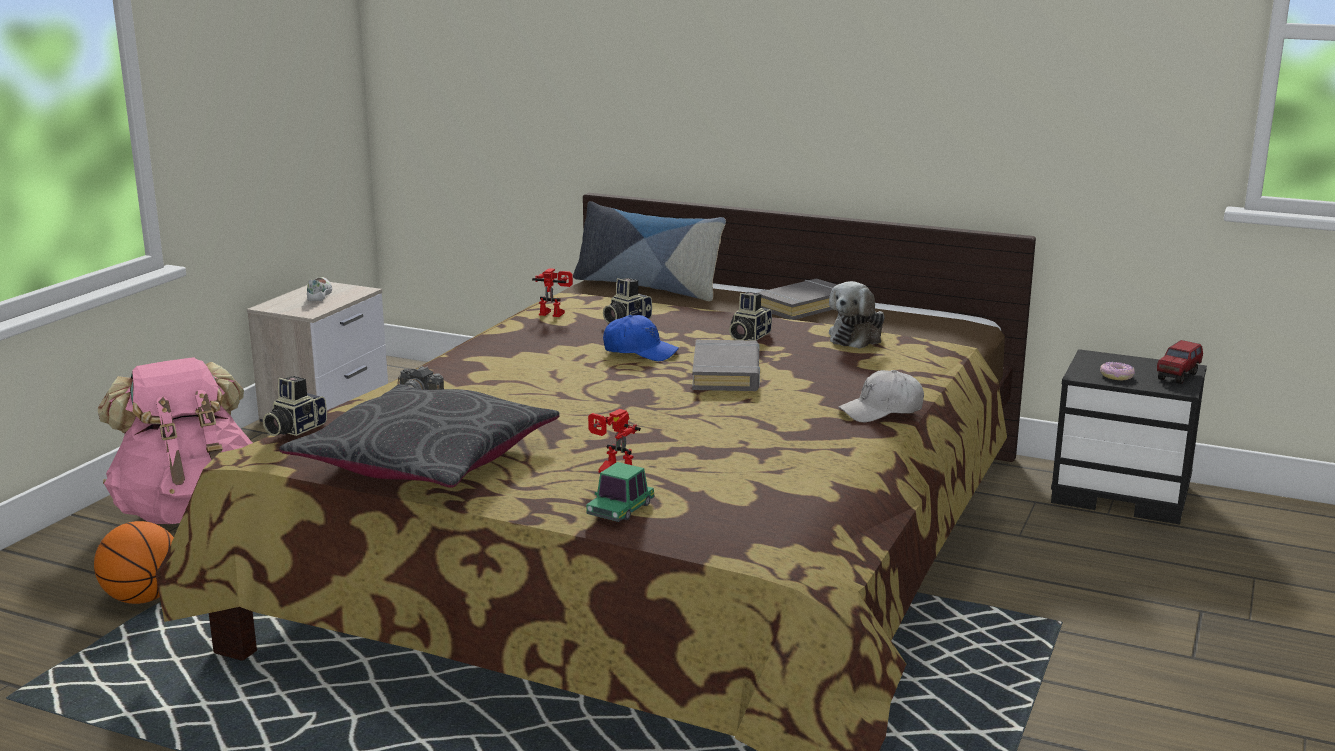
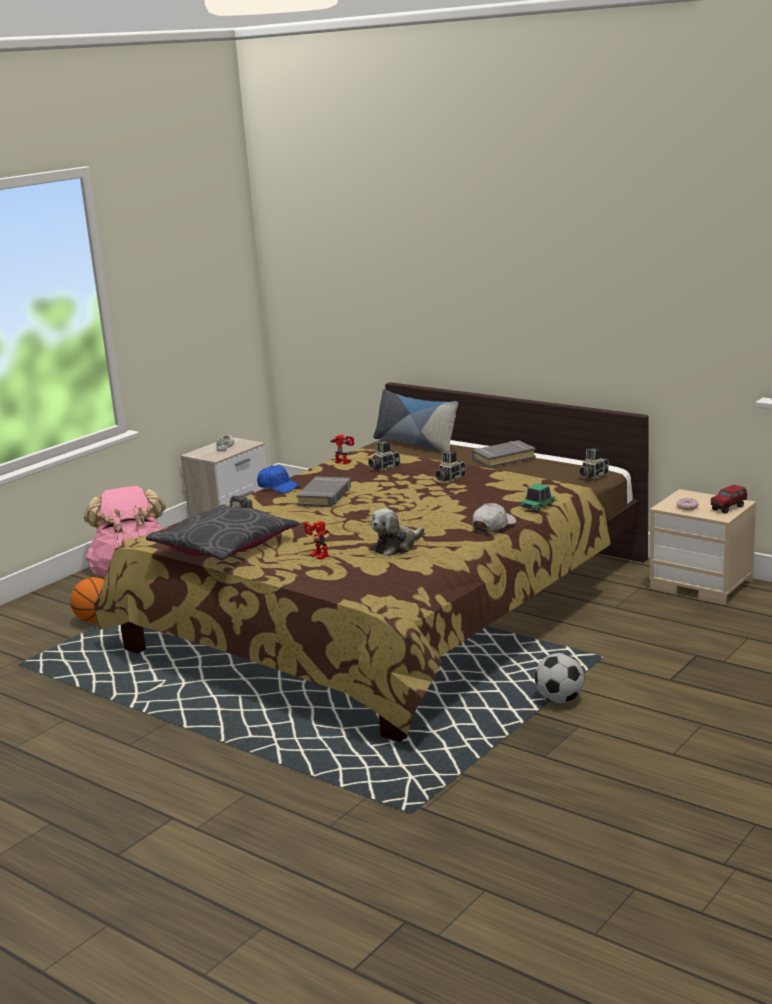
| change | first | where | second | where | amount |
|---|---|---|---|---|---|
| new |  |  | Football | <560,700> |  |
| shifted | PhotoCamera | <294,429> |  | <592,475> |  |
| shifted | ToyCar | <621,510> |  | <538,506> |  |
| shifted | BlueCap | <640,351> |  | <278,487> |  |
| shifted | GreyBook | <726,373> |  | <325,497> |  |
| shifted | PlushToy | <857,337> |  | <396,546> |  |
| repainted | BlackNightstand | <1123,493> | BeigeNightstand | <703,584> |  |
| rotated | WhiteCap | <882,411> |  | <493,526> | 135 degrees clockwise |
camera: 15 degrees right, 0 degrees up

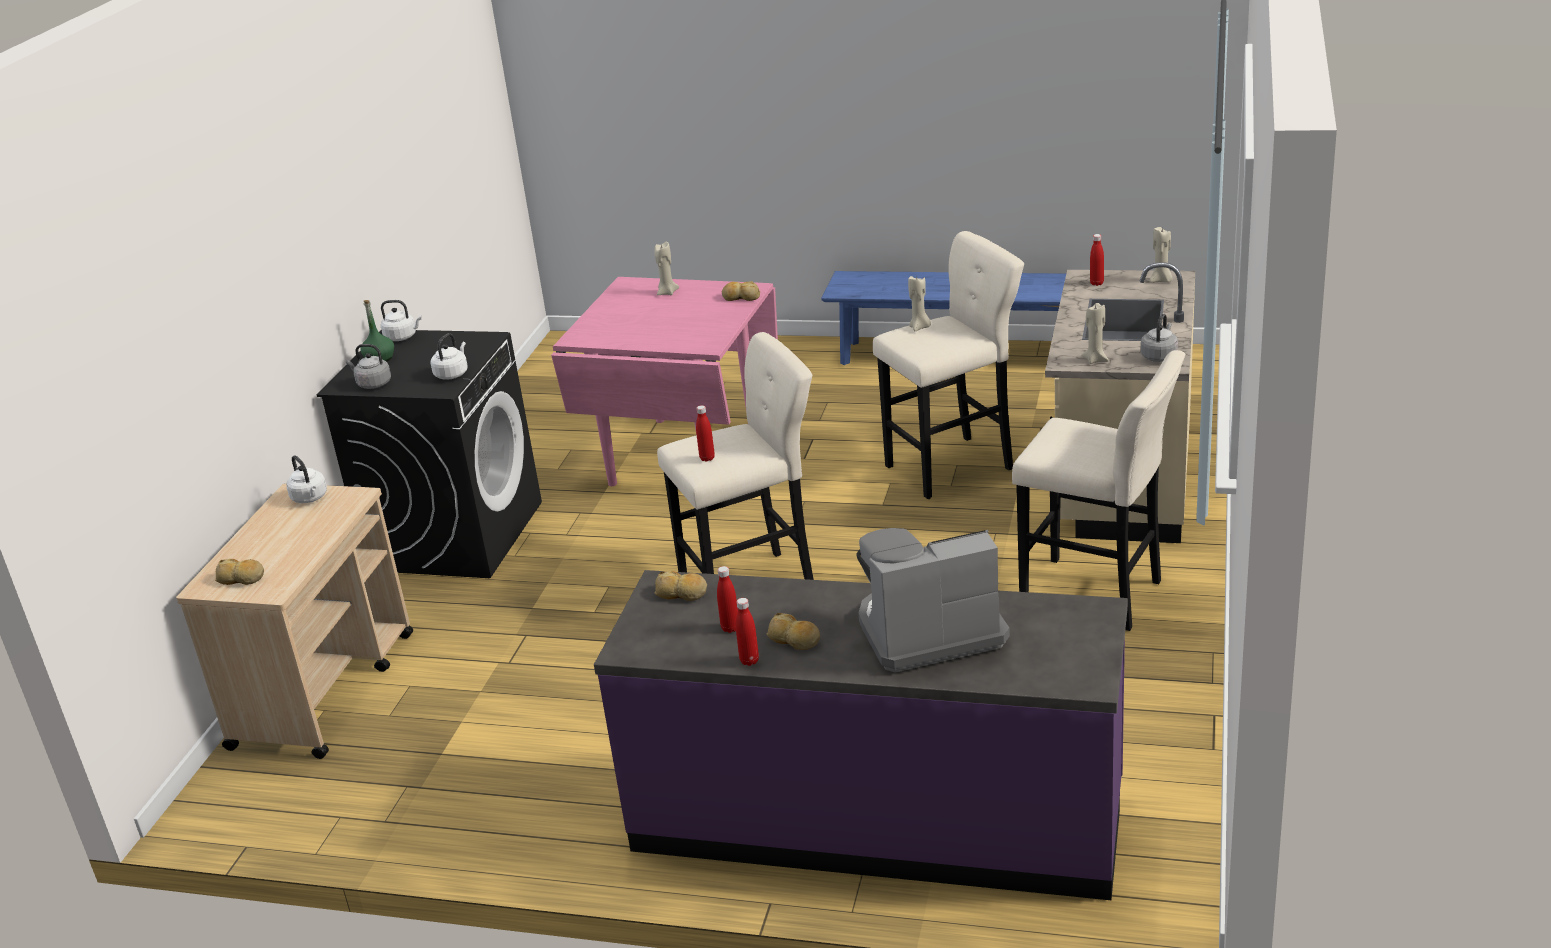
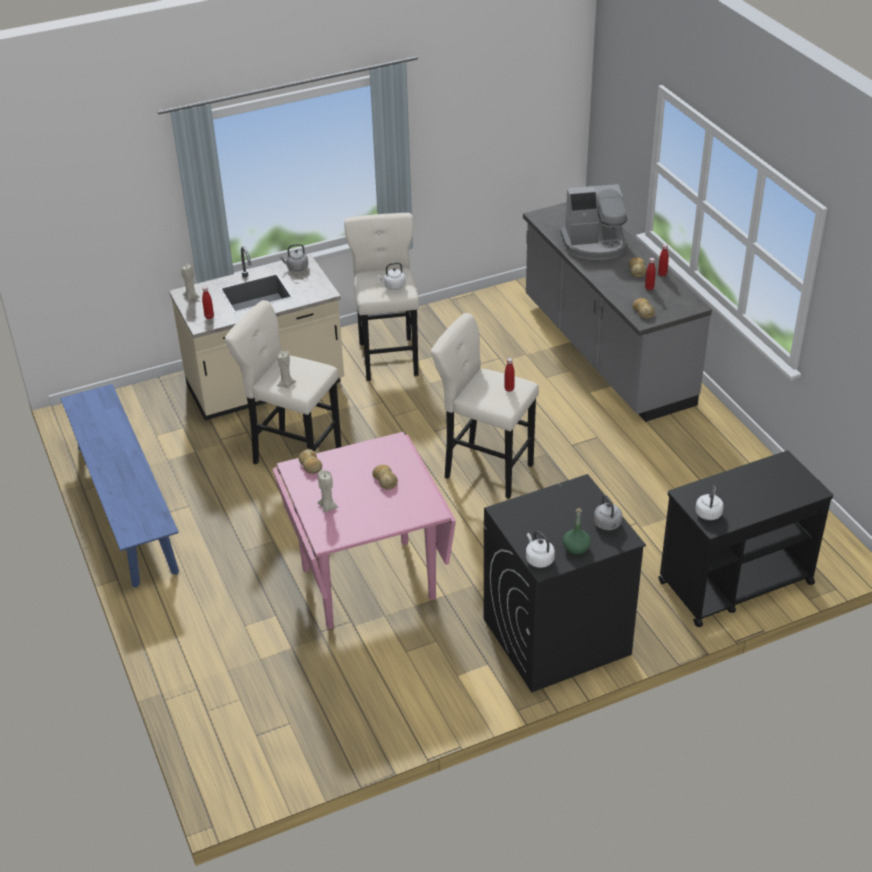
| change | first | where | second | where | amount |
|---|---|---|---|---|---|
| gone | BeigeCandle | <1095,360> |  |  |  |
| shifted | Bread | <241,578> |  | <385,480> |  |
| shifted | WhiteKettle | <452,374> |  | <393,286> |  |
| repainted | BeigeCart | <324,689> | BlackCart | <734,582> |  |
| repainted | PurpleCounter | <876,820> | GreyCounter | <605,352> |  |
| rotated | CoffeeMachine | <928,631> |  | <594,244> | 45 degrees counterclockwise |
camera: 130 degrees left, 10 degrees up

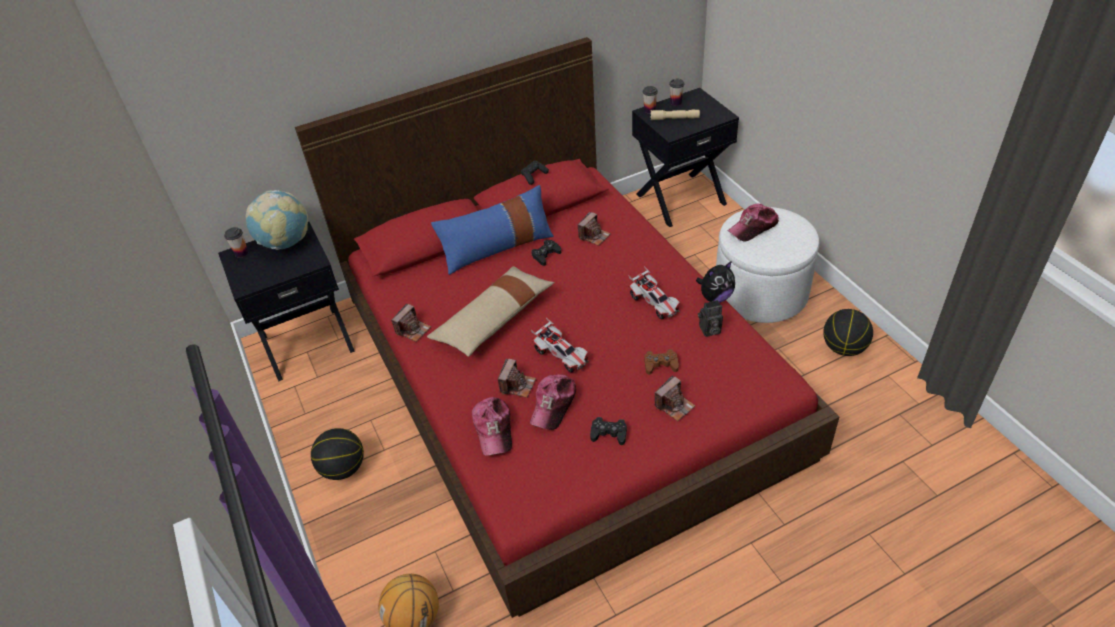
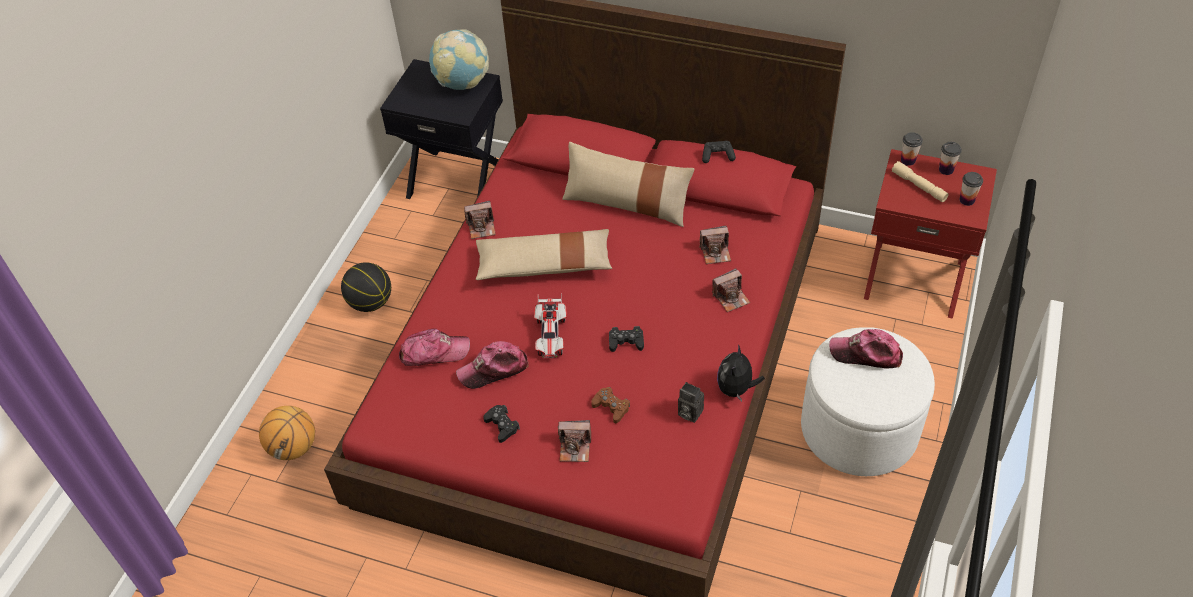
| change | first | where | second | where | amount |
|---|---|---|---|---|---|
| gone | ToyCar | <654,303> |  |  |  |
| gone | Basketball | <843,348> |  |  |  |
| shifted | Cup | <241,253> |  | <967,200> |  |
| shifted | PhotoCamera | <517,385> |  | <731,297> |  |
| shifted | BlackGameController | <546,255> |  | <626,342> |  |
| repainted | BluePillow | <497,248> | BeigePillow | <627,203> |  |
| repainted | BlackNightstand | <680,198> | RedNightstand | <914,277> |  |
| rotated | Cap | <494,429> |  | <434,352> | 135 degrees counterclockwise |
| rotated | PlushToy | <715,297> |  | <736,389> | 90 degrees clockwise |
camera: 45 degrees right, 5 degrees up

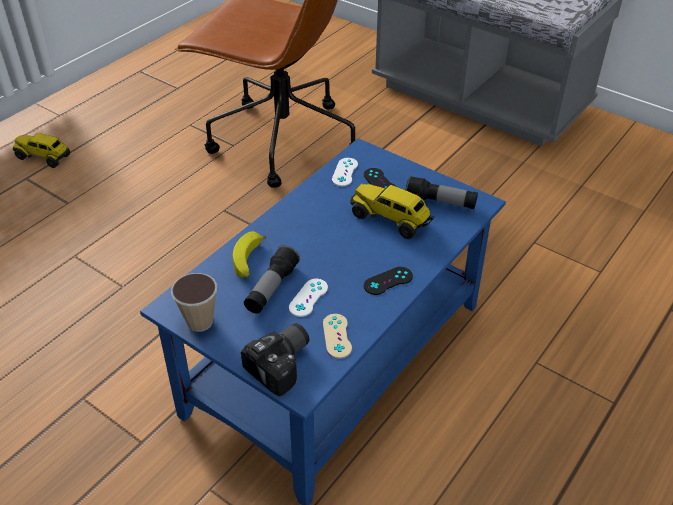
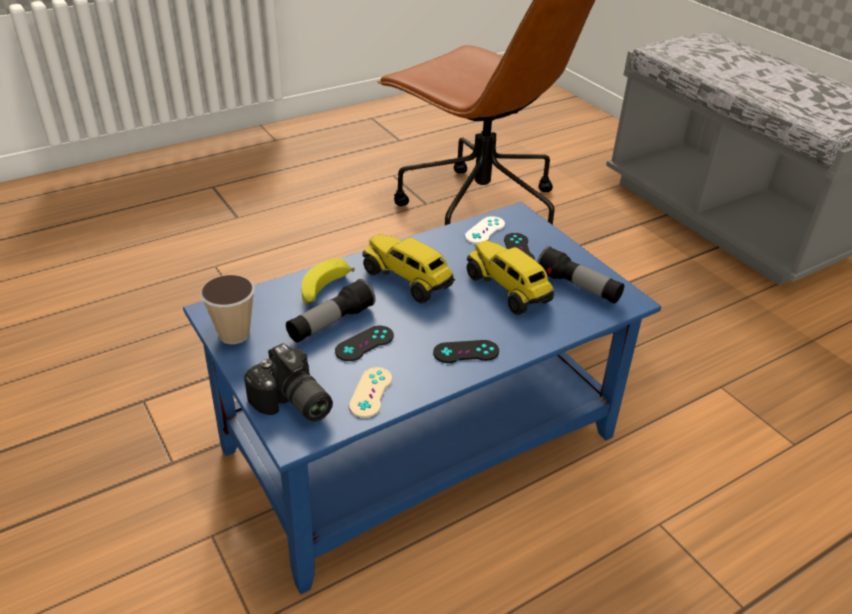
| change | first | where | second | where | amount |
|---|---|---|---|---|---|
| shifted | ToyTruck | <44,157> |  | <408,280> |  |
| repainted | WhiteGameController | <308,298> | BlackGameController | <364,343> |  |
| rotated | PhotoCamera | <283,365> |  | <292,404> | 75 degrees clockwise |
camera: 20 degrees right, 5 degrees down

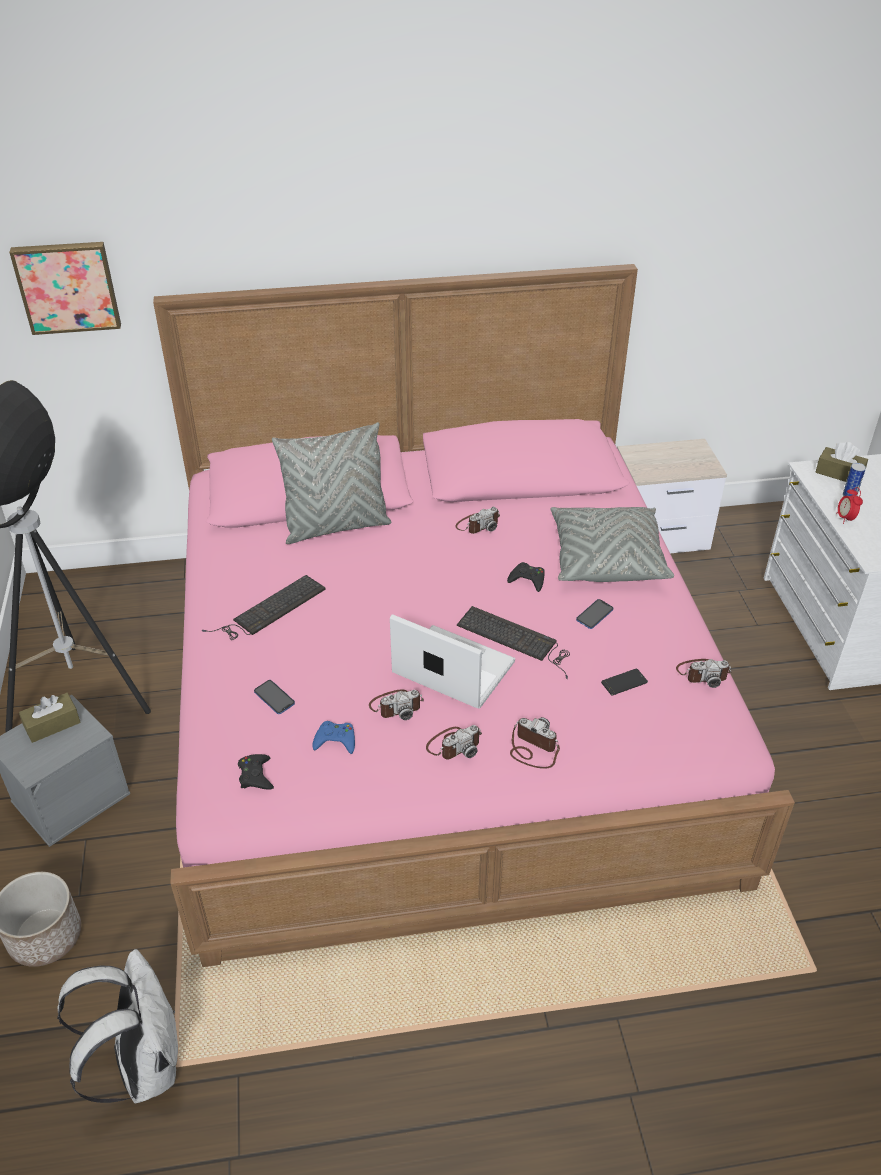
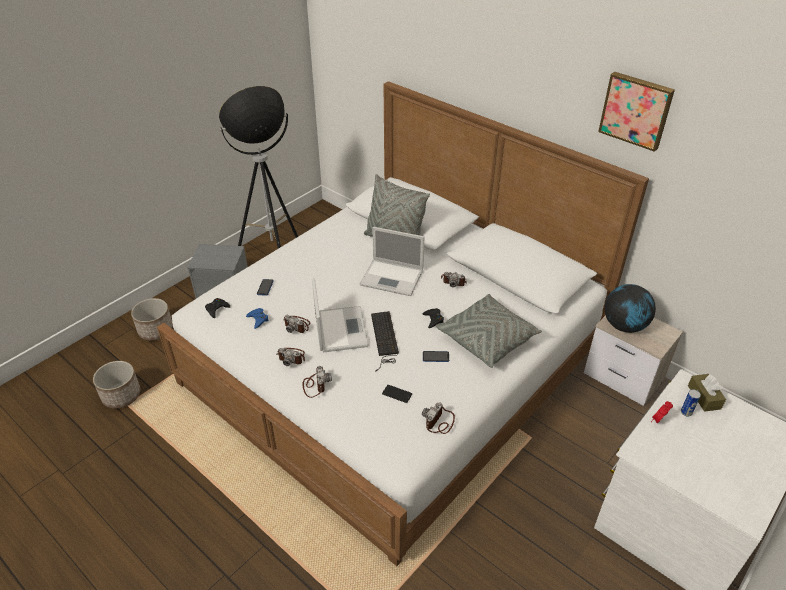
| change | first | where | second | where | amount |
|---|---|---|---|---|---|
| gone | BrownTissueBox | <52,724> |  |  |  |
| gone | Keyboard | <269,610> |  |  |  |
| new |  |  | Laptop | <393,277> |  |
| new |  |  | Globe | <624,325> |  |
| shifted | Picture | <67,286> |  | <636,110> |  |
| swapped | WhiteBackpack | <142,1065> | Planter | <121,395> |  |
| repainted | PinkBed | <440,699> | WhiteBed | <393,363> |  |
| rotated | PhotoCamera | <702,673> |  | <439,422> | 75 degrees clockwise |
camera: 50 degrees right, 0 degrees up

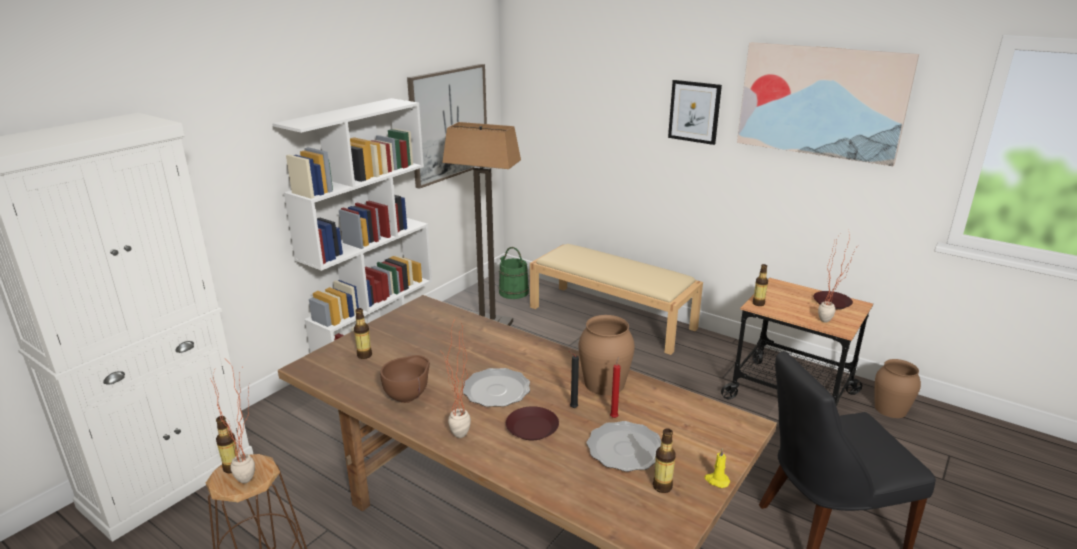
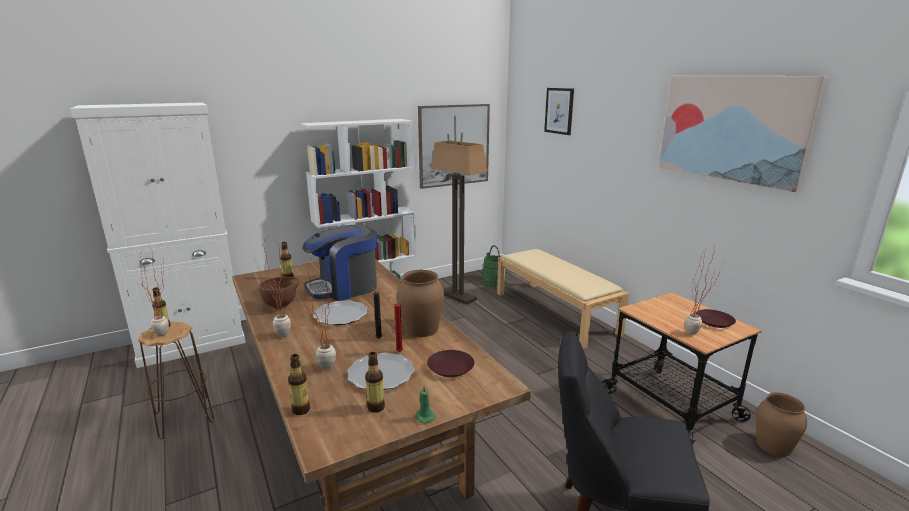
| change | first | where | second | where | amount |
|---|---|---|---|---|---|
| new |  |  | PottedPlant | <321,370> |  |
| new |  |  | CoffeeMachine | <344,288> |  |
| shifted | BrownPlate | <532,428> |  | <451,367> |  |
| shifted | Picture | <694,112> |  | <559,111> |  |
| shifted | Bottle | <758,303> |  | <301,410> |  |
| repainted | YellowCandle | <716,480> | GreenCandle | <424,416> |  |
camera: 25 degrees right, 5 degrees down

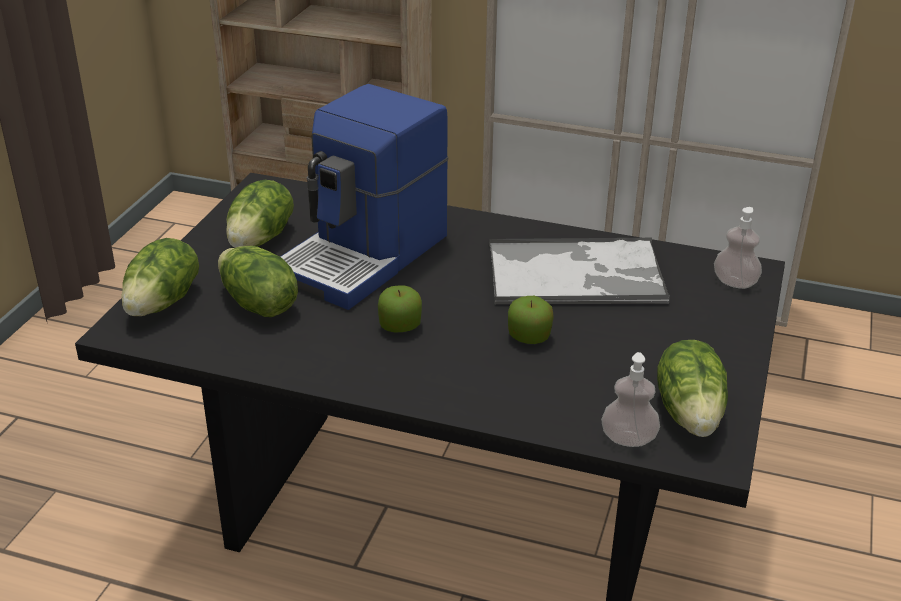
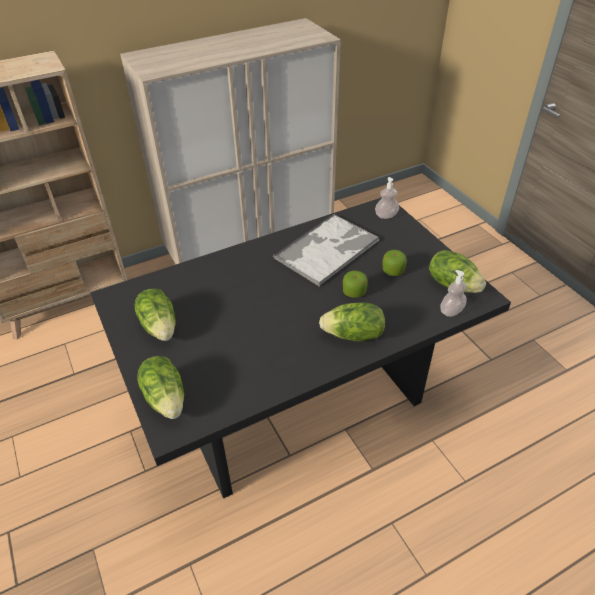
| change | first | where | second | where | amount |
|---|---|---|---|---|---|
| gone | CoffeeMachine | <365,257> |  |  |  |
| shifted | Lettuce | <257,304> |  | <353,335> |  |
| shifted | Apple | <400,325> |  | <393,271> |  |
camera: 45 degrees left, 10 degrees up

